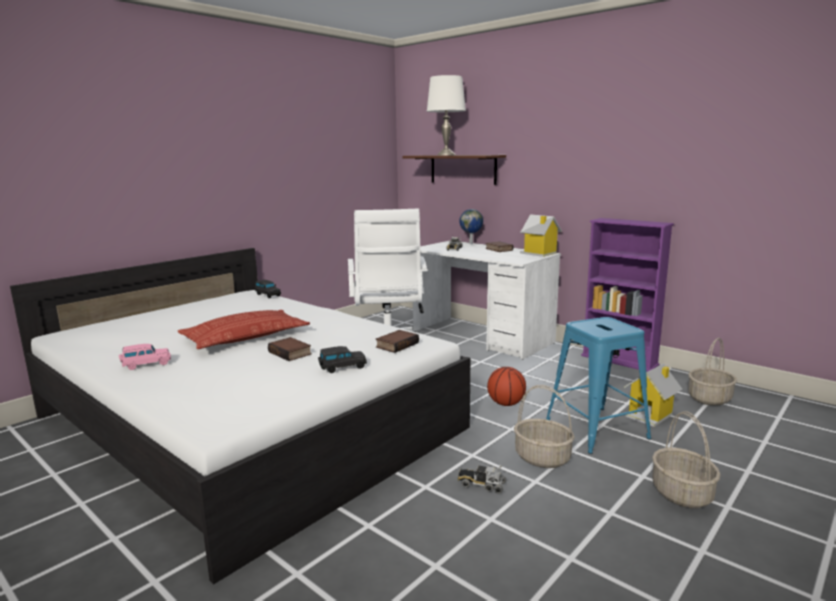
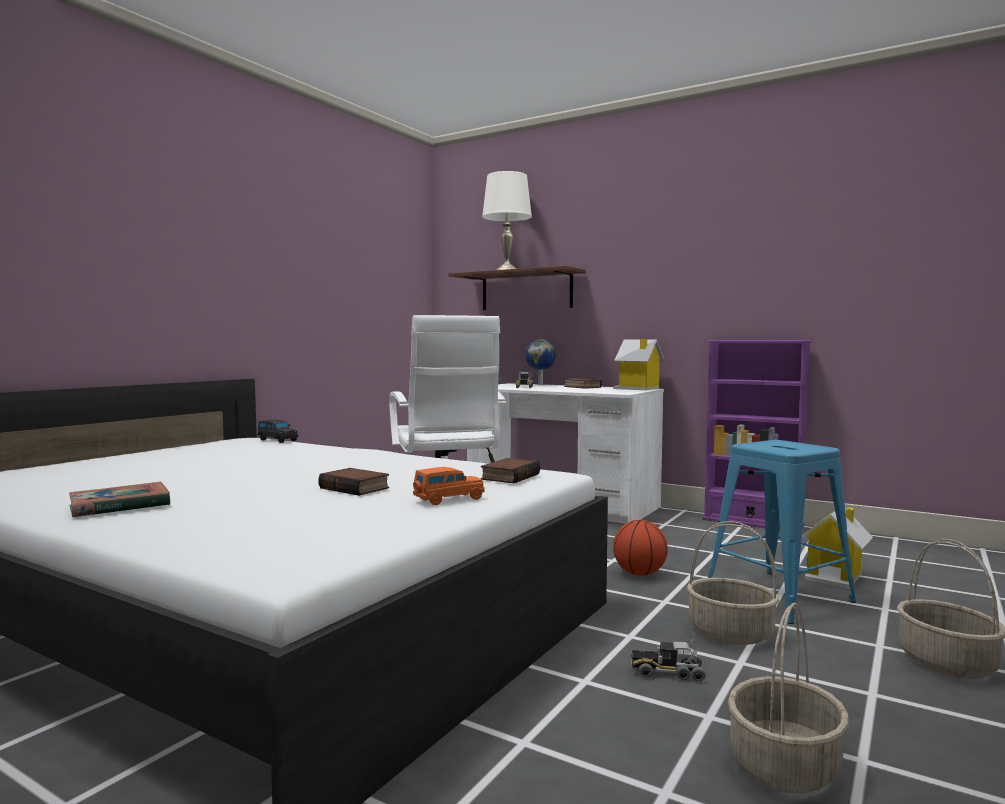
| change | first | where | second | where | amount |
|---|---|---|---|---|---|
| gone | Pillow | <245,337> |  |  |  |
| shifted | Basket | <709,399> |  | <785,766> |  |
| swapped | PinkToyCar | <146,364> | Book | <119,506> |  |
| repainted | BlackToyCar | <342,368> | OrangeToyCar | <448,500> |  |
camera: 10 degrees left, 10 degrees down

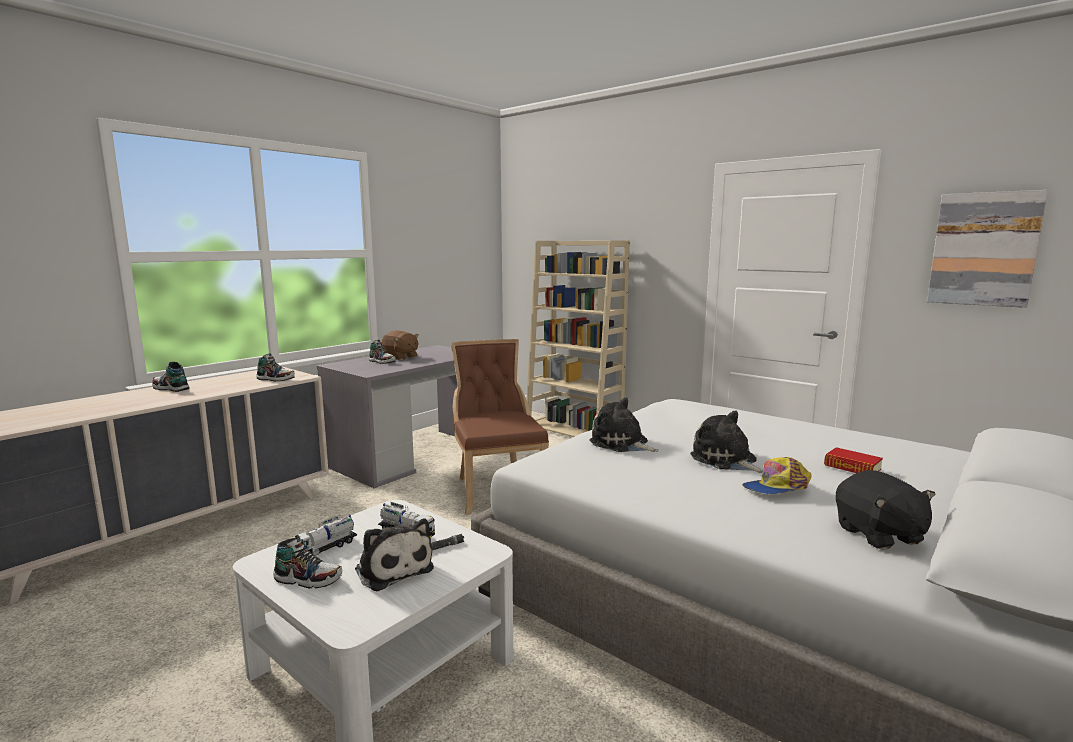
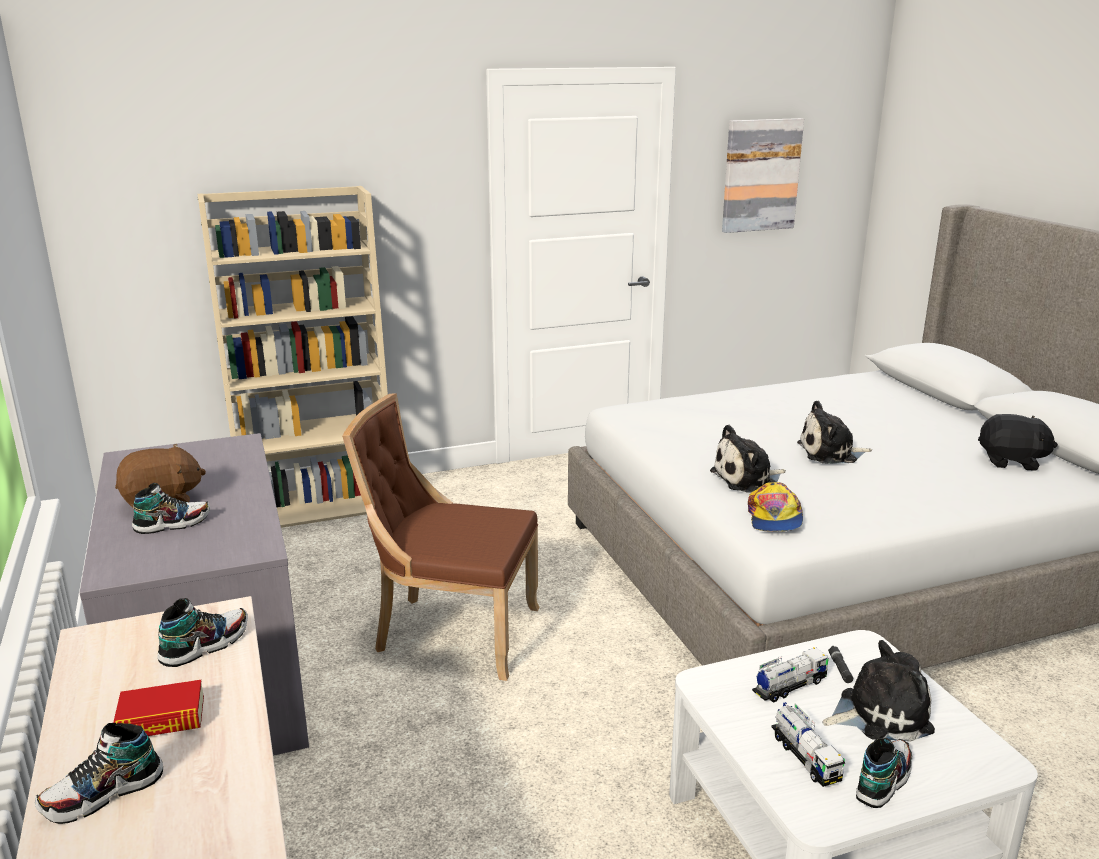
| change | first | where | second | where | amount |
|---|---|---|---|---|---|
| shifted | Cap | <776,488> |  | <774,518> |  |
| shifted | Book | <852,467> |  | <161,719> |  |
camera: 60 degrees left, 10 degrees up

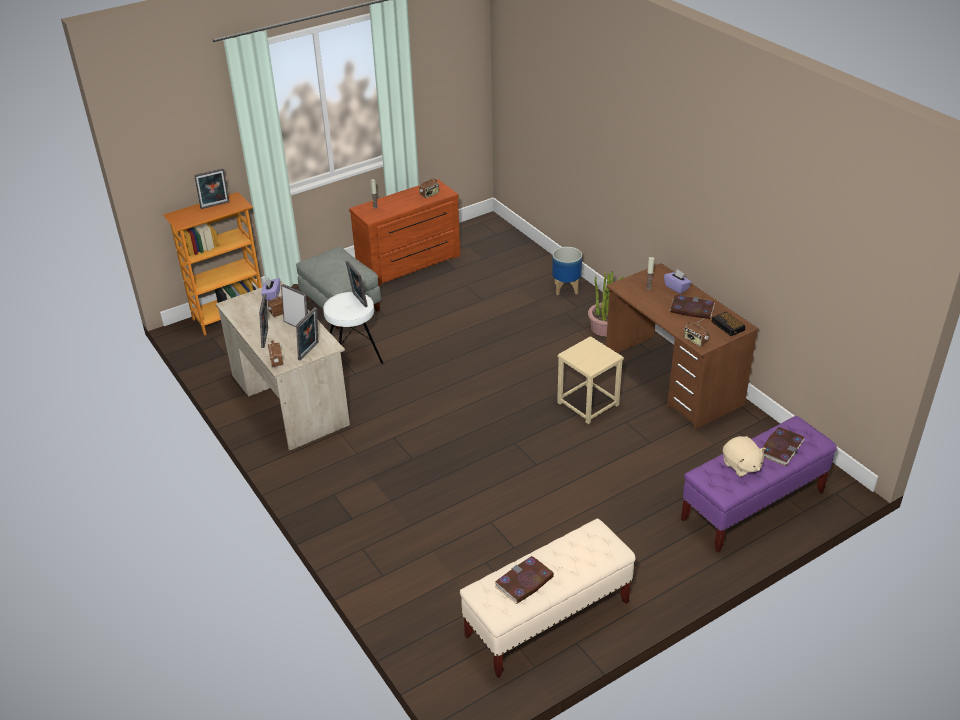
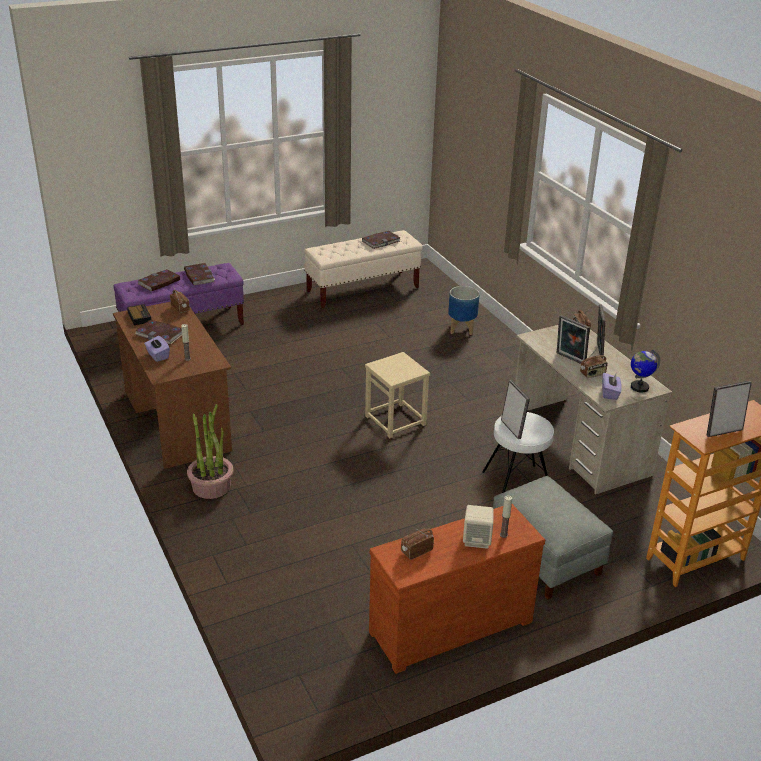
| change | first | where | second | where | amount |
|---|---|---|---|---|---|
| gone | PictureFrame | <310,351> |  |  |  |
| new |  |  | BeigeSpeaker | <477,540> |  |
| new |  |  | Globe | <639,387> |  |
| shifted | Planter | <566,288> |  | <461,329> |  |
| shifted | BeigeStool | <587,404> |  | <396,420> |  |
| swapped | BeigePlushToy | <741,466> | Book | <199,276> |  |
camera: 175 degrees left, 5 degrees down

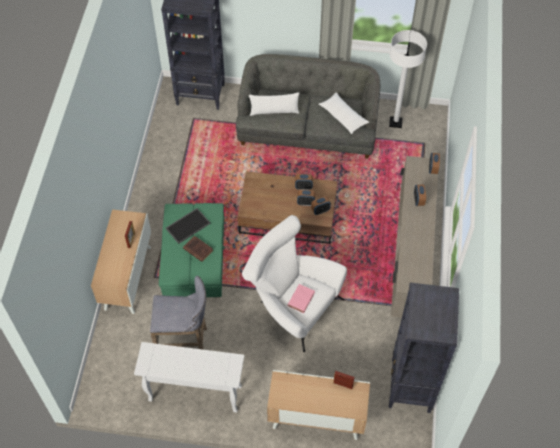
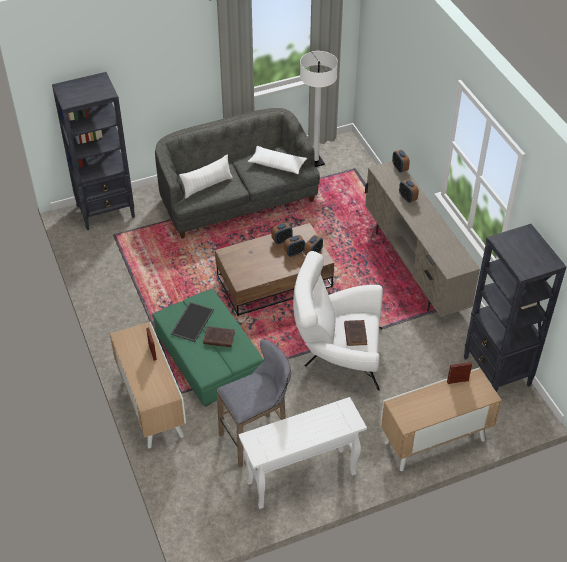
| change | first | where | second | where | amount |
|---|---|---|---|---|---|
| repainted | PinkBook | <301,298> | BrownBook | <355,333> |  |
camera: 30 degrees left, 10 degrees down

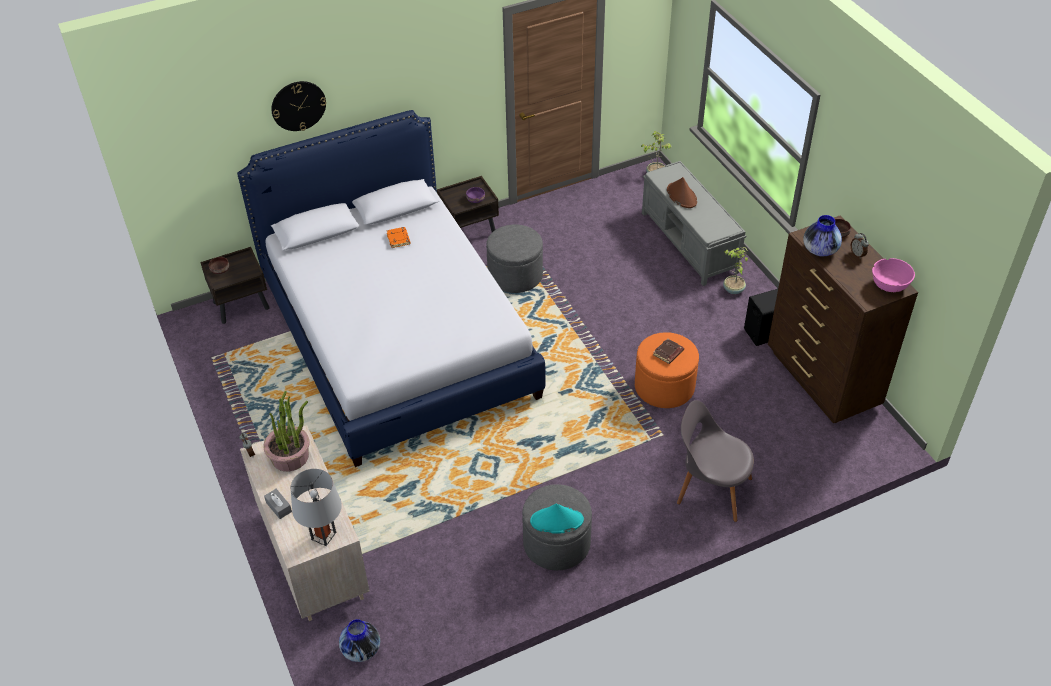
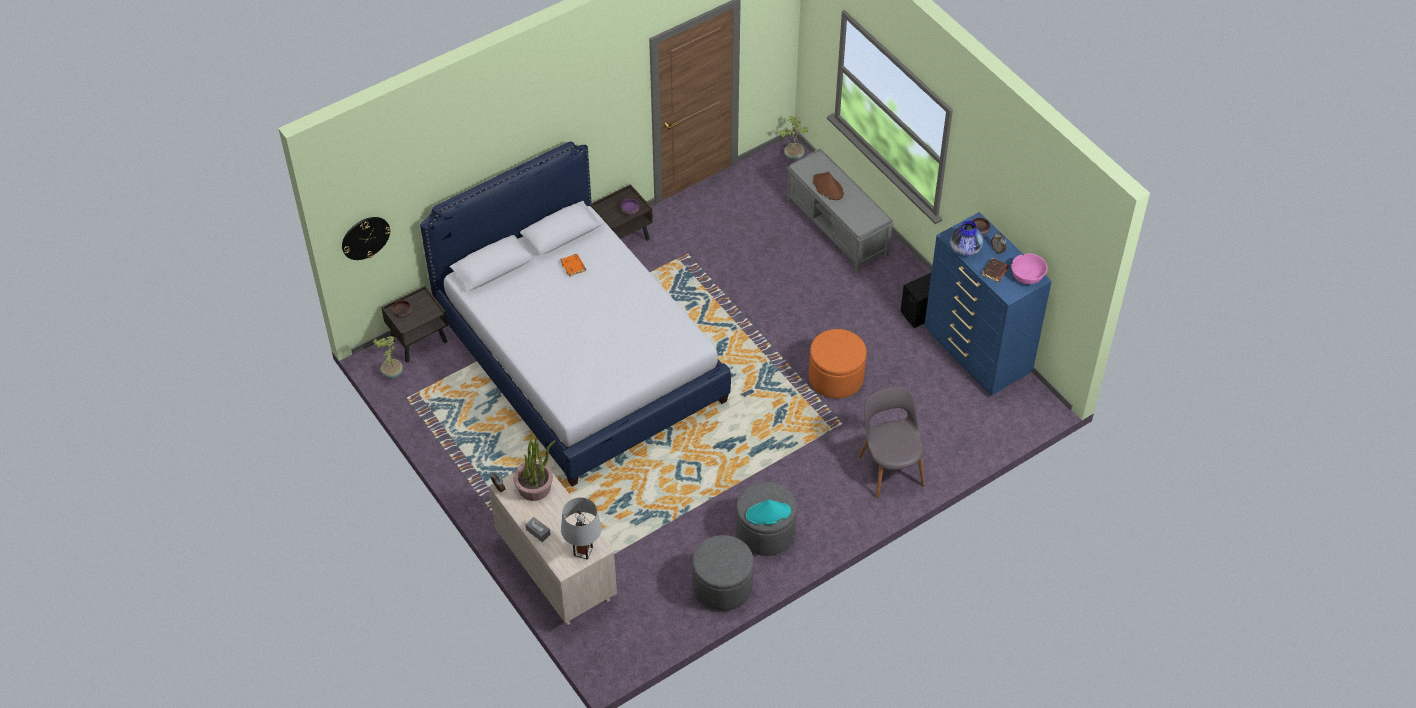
| change | first | where | second | where | amount |
|---|---|---|---|---|---|
| gone | Vase | <361,649> |  |  |  |
| shifted | WallClock | <298,105> |  | <365,237> |  |
| shifted | GreyOttoman | <515,275> |  | <722,586> |  |
| shifted | BrownBook | <668,353> |  | <995,272> |  |
| shifted | PottedPlant | <733,290> |  | <392,373> |  |
| repainted | BrownDresser | <822,380> | BlueDresser | <976,354> |  |
| rotated | GreyChair | <710,489> |  | <890,468> | 60 degrees clockwise |
camera: 10 degrees left, 5 degrees up

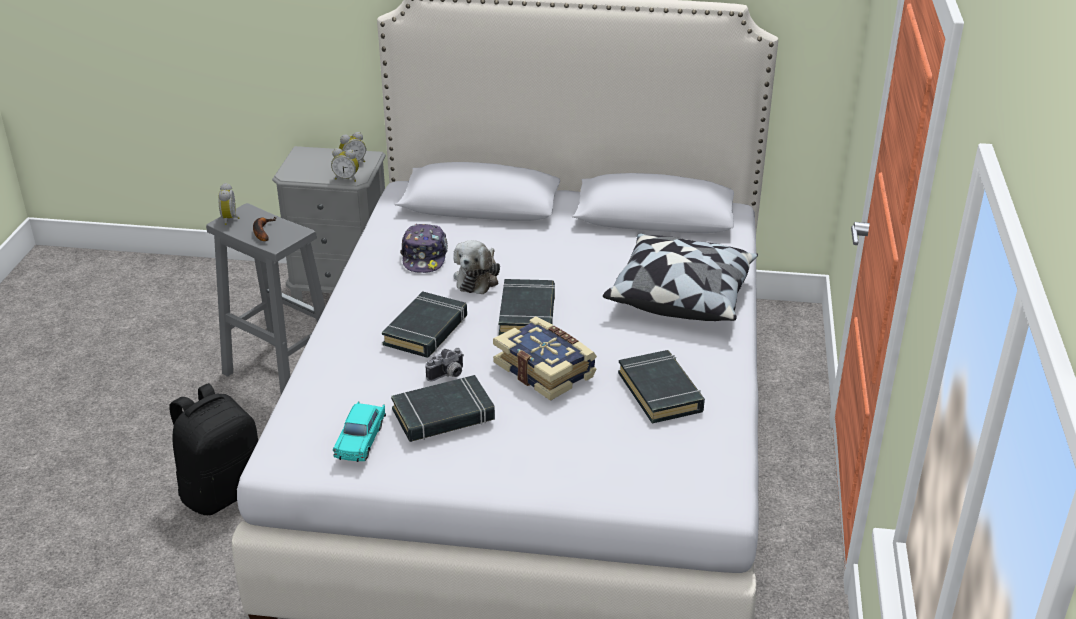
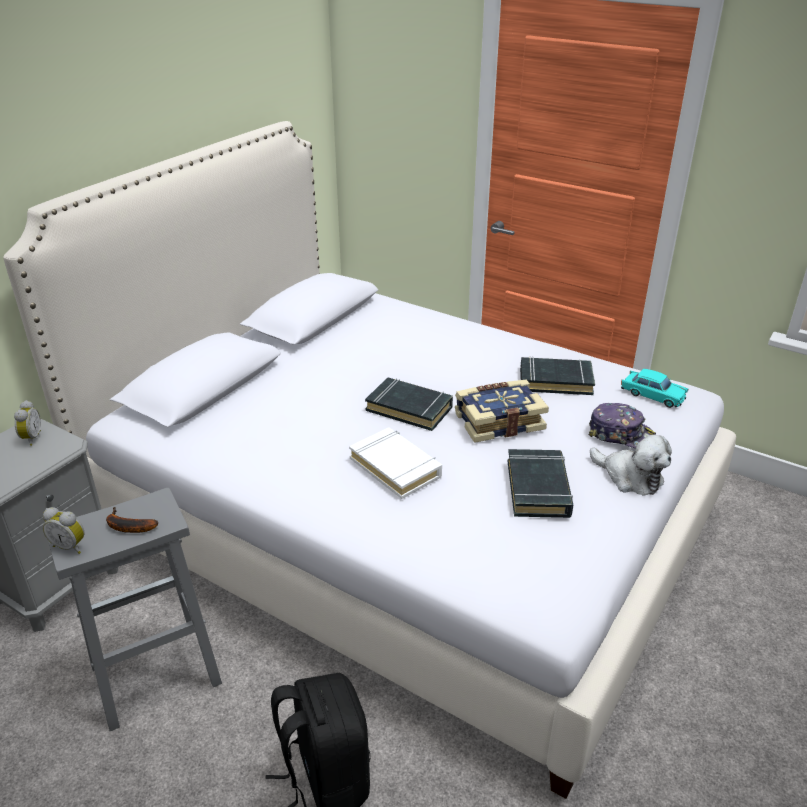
| change | first | where | second | where | amount |
|---|---|---|---|---|---|
| gone | AlarmClock | <347,178> |  |  |  |
| gone | PhotoCamera | <448,375> |  |  |  |
| gone | Pillow | <681,295> |  |  |  |
| shifted | TurquoiseToyCar | <361,439> |  | <652,395> |  |
| shifted | Cap | <425,257> |  | <621,435> |  |
| shifted | PlushToy | <478,278> |  | <630,477> |  |
| repainted | BlackBook | <426,330> | WhiteBook | <396,467> |  |
camera: 65 degrees left, 0 degrees up

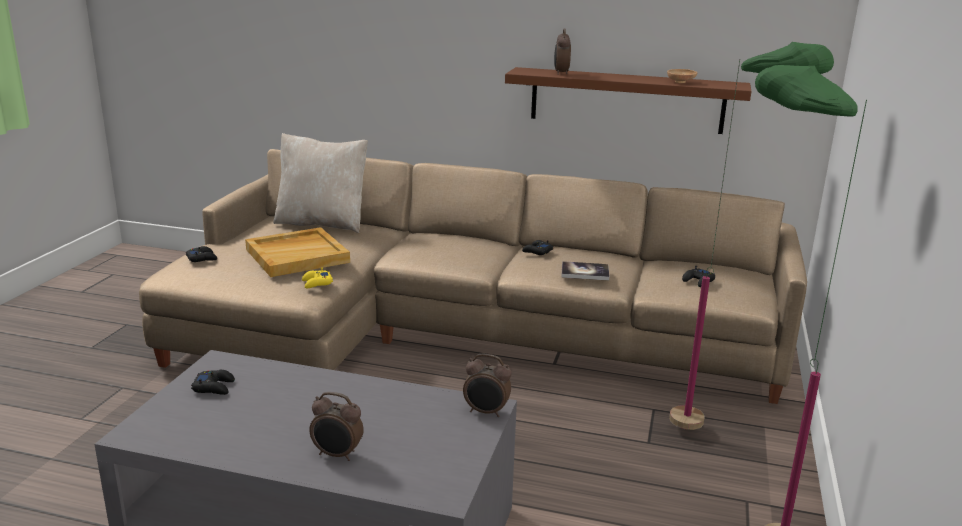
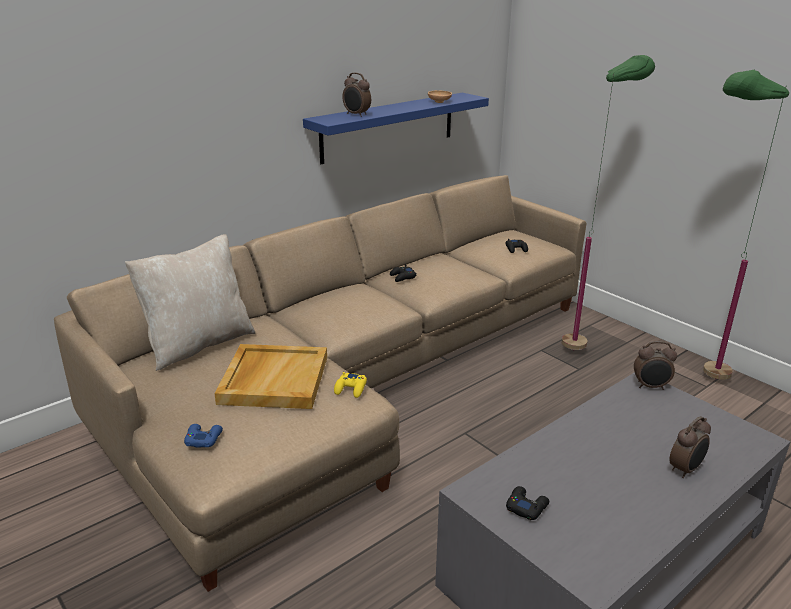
| change | first | where | second | where | amount |
|---|---|---|---|---|---|
| gone | Book | <585,272> |  |  |  |
| repainted | BlackGameController | <202,258> | BlueGameController | <203,439> |  |
| repainted | BrownShelf | <626,100> | BlueShelf | <389,127> |  |
| rotated | AlarmClock | <486,412> |  | <650,386> | 45 degrees clockwise |
camera: 55 degrees left, 5 degrees up

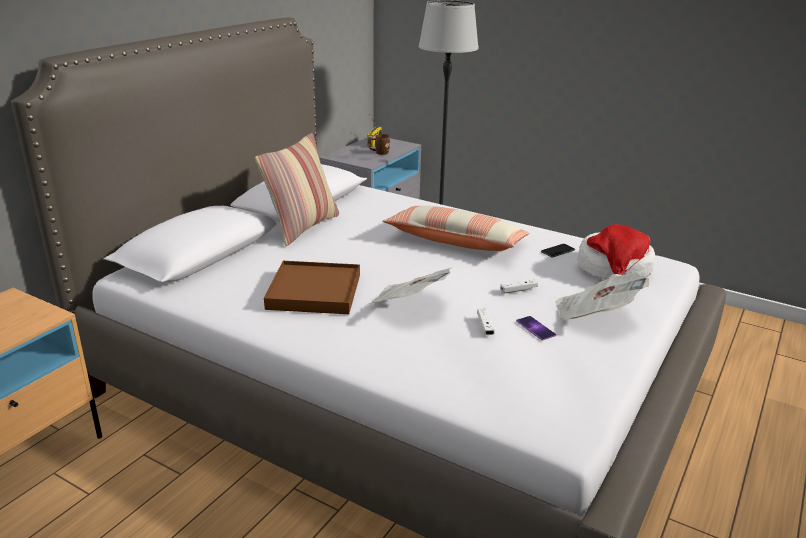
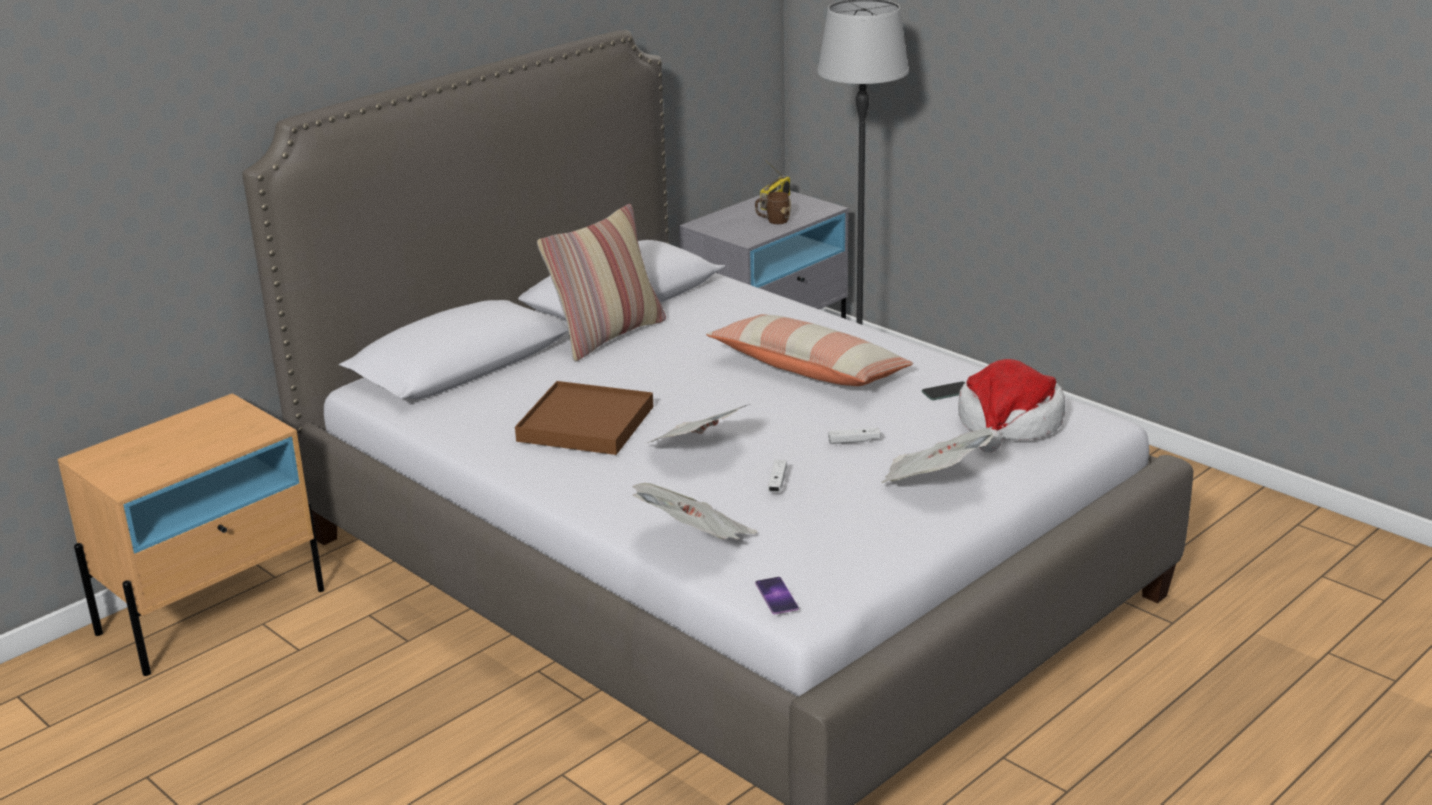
| change | first | where | second | where | amount |
|---|---|---|---|---|---|
| new |  |  | Newspaper | <696,540> |  |
| shifted | Phone | <535,328> |  | <776,596> |  |
camera: 15 degrees right, 0 degrees up

